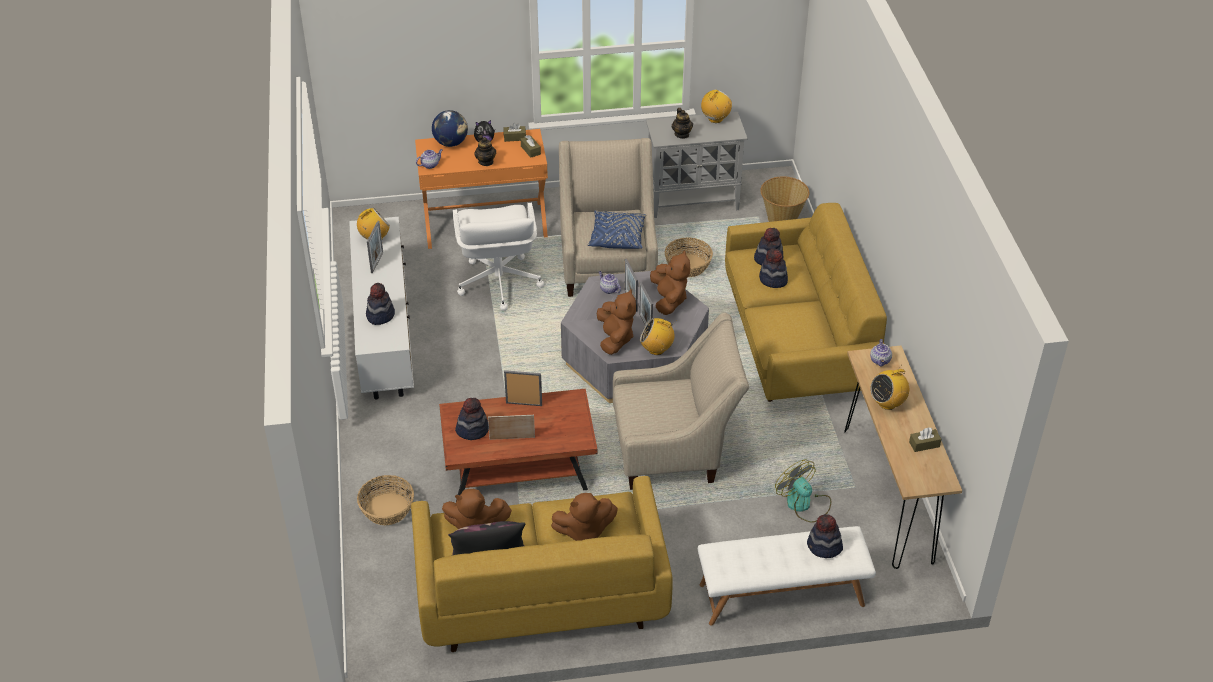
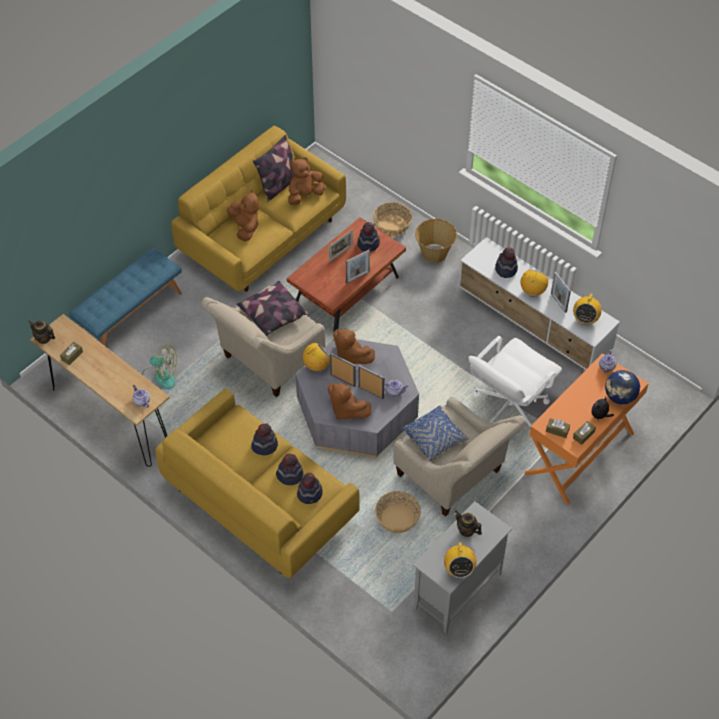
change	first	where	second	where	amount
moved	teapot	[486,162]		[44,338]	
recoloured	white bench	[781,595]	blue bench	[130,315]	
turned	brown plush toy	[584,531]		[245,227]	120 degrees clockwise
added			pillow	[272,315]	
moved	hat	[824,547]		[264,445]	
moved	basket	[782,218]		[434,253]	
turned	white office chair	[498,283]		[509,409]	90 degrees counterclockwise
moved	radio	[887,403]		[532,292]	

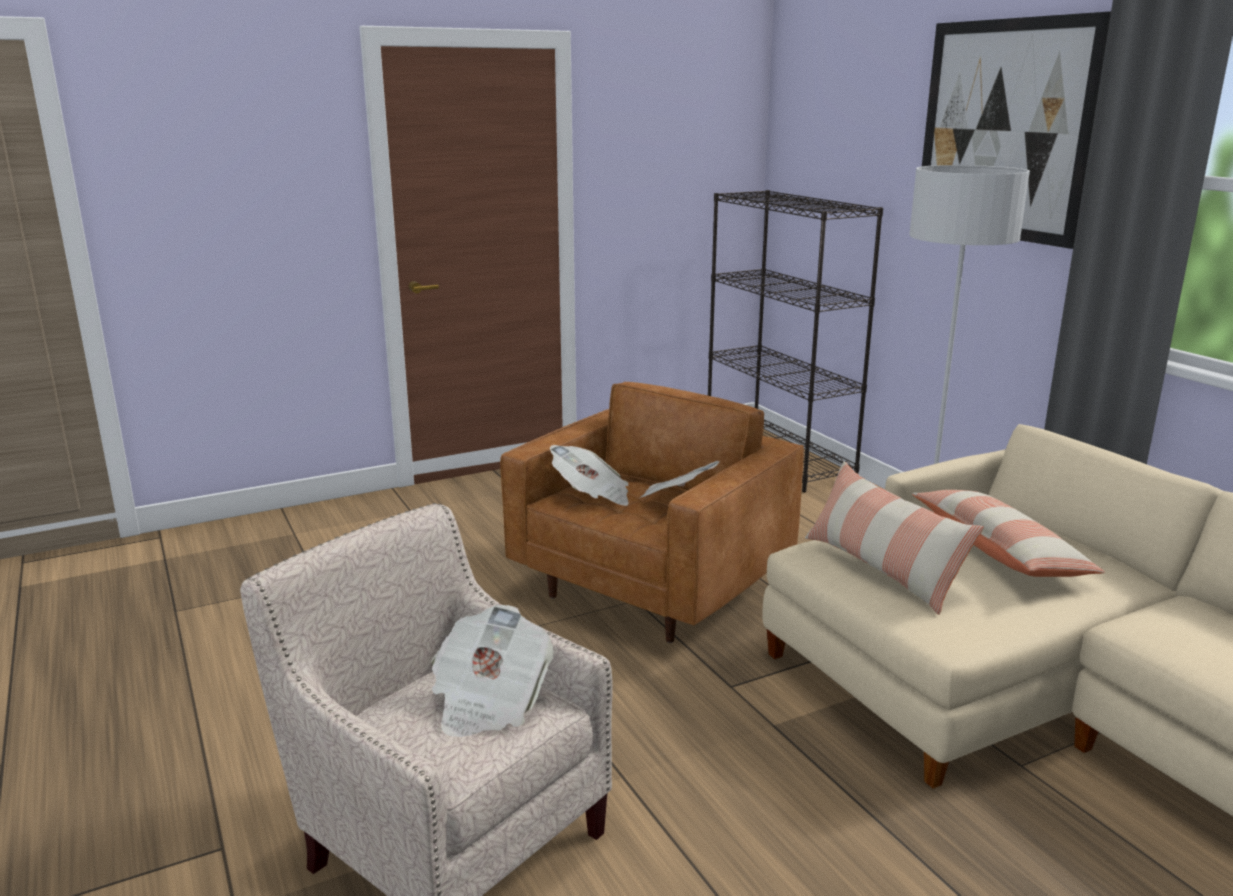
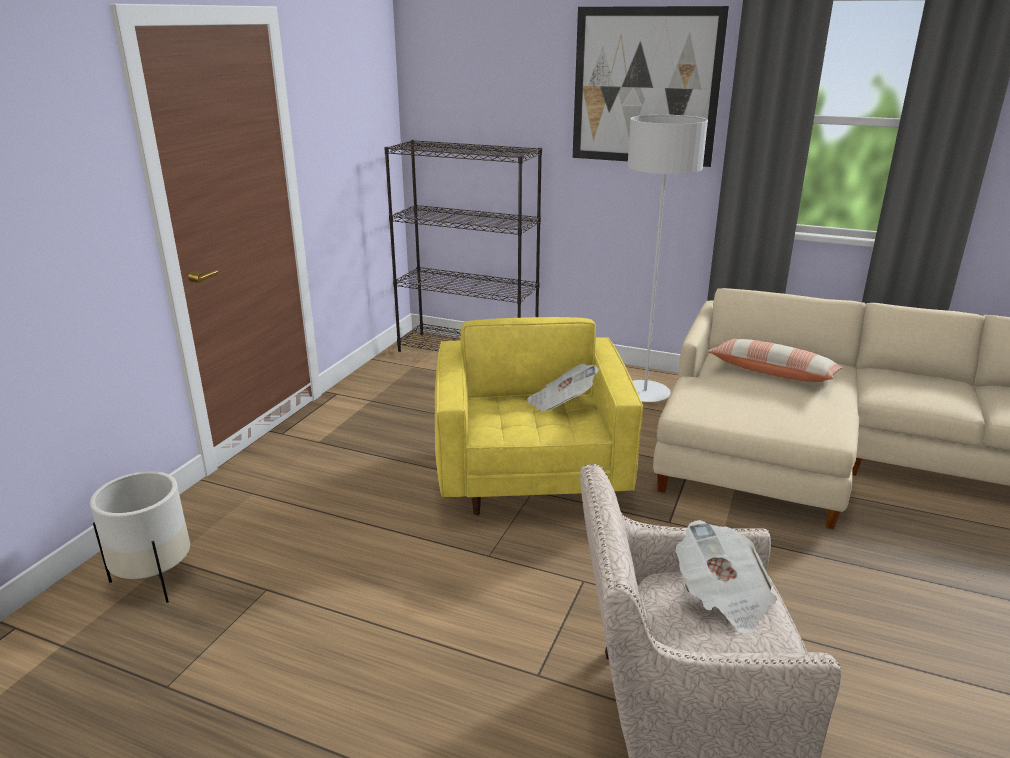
change	first	where	second	where	amount
added			white planter	[155,578]	
recoloured	brown armchair	[653,588]	yellow armchair	[531,477]	
removed	newspaper	[592,496]			
removed	pillow	[882,569]			

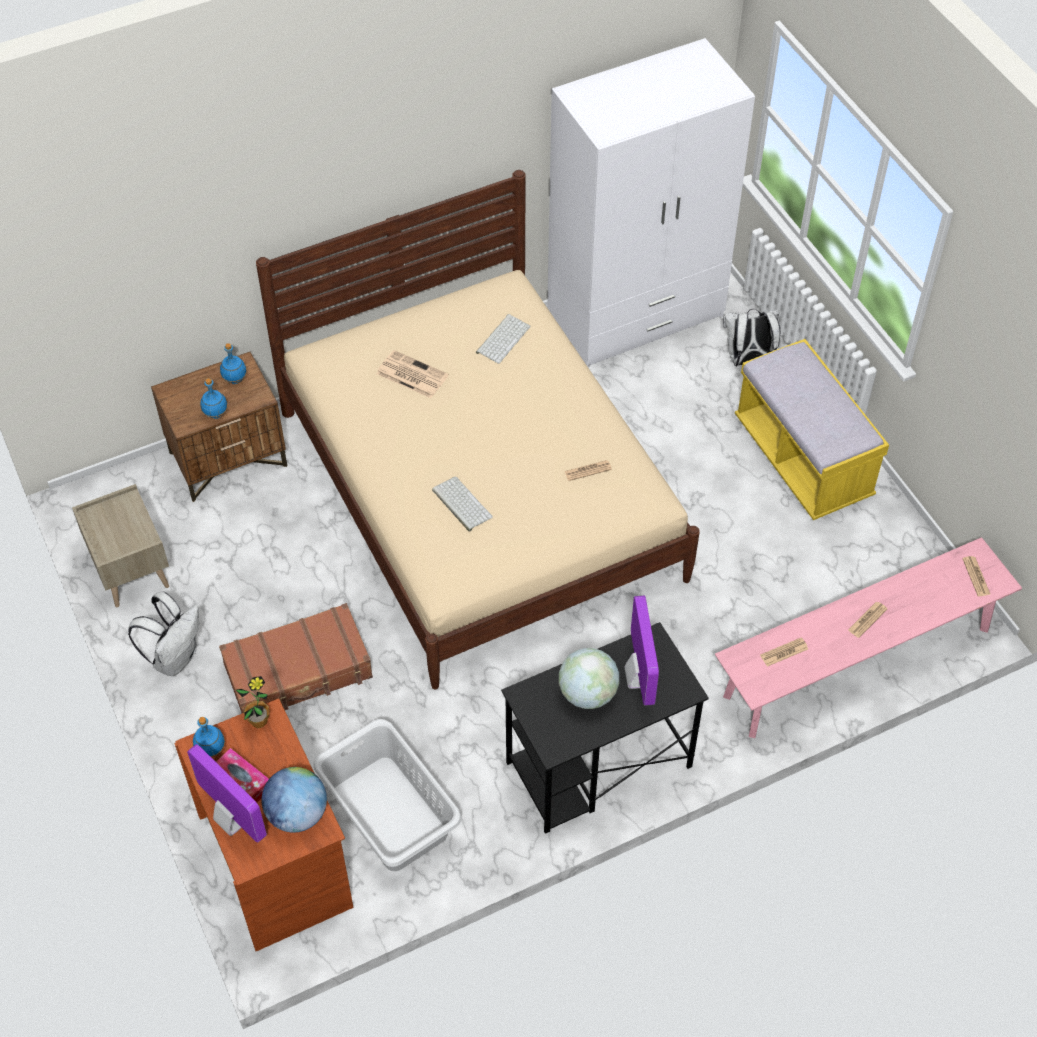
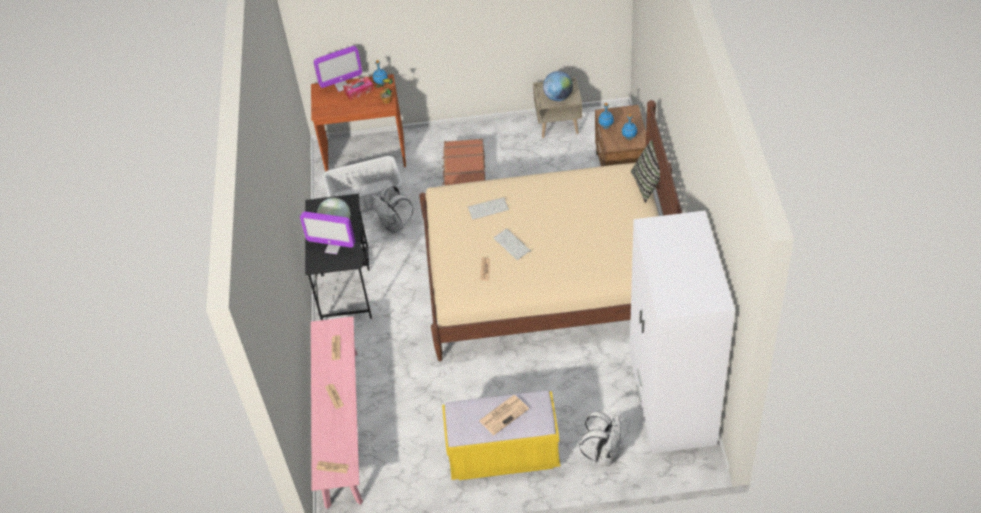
change	first	where	second	where	amount
moved	white backpack	[175,657]		[394,225]	
moved	newspaper	[411,375]		[504,414]	
moved	keyboard	[502,338]		[513,244]	
moved	globe	[297,814]		[558,97]	
added			pillow	[648,184]	

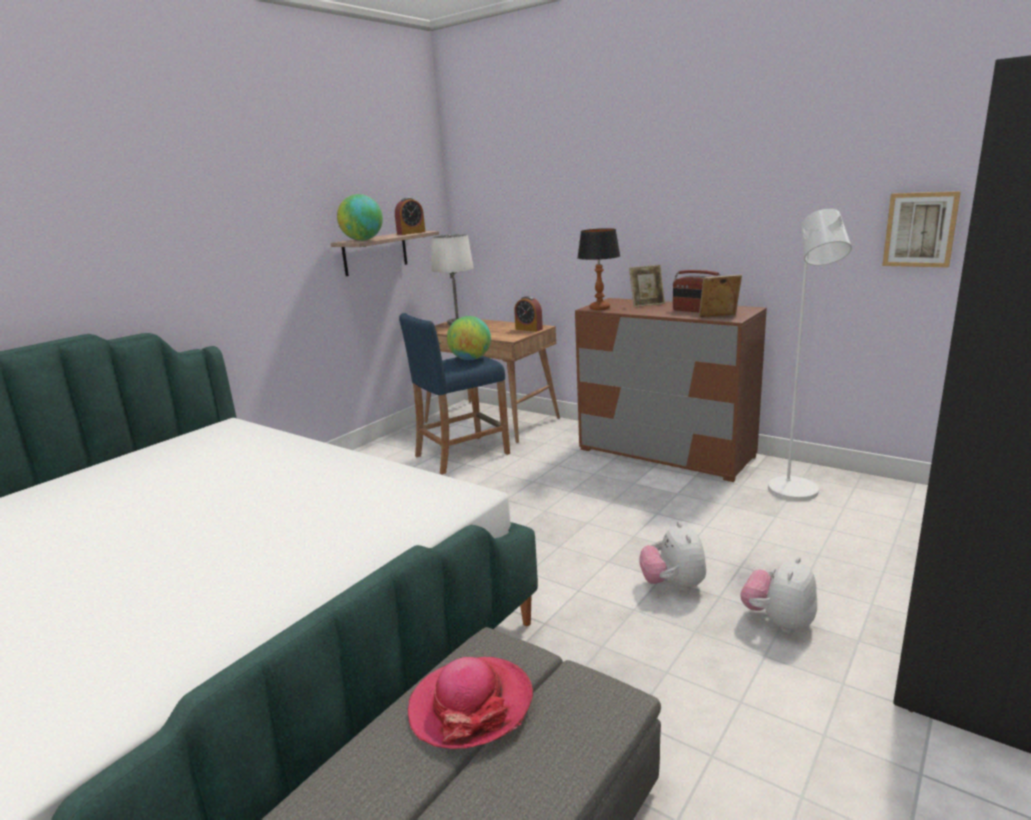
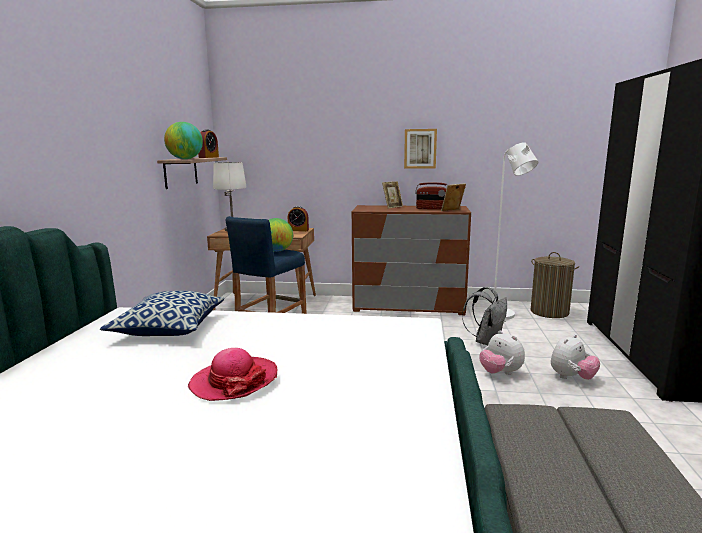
change	first	where	second	where	amount
added			pillow	[169,328]	
moved	hat	[471,705]		[234,381]	
moved	picture	[920,229]		[420,148]	
added			grey backpack	[486,341]	
added			laundry basket	[549,312]	
turned	plush toy	[778,622]		[572,378]	135 degrees counterclockwise
removed	table lamp	[600,308]			

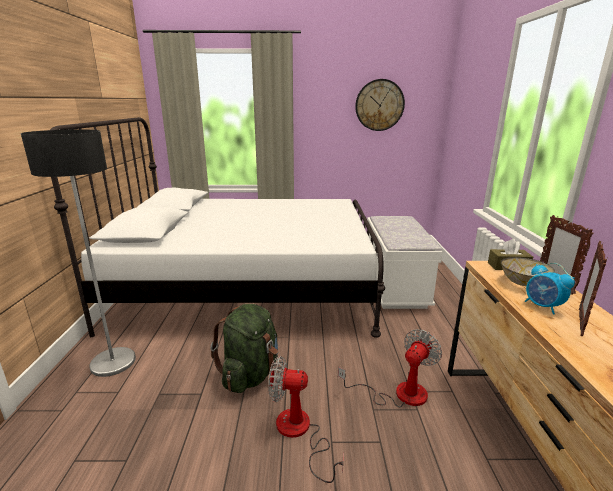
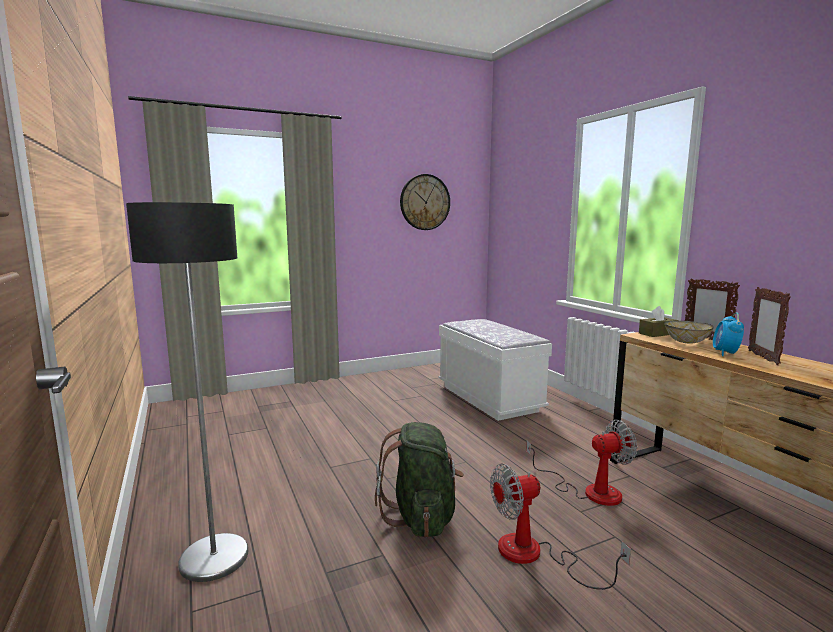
change	first	where	second	where	amount
turned	fan	[399,394]		[589,491]	60 degrees clockwise
turned	alarm clock	[542,306]		[725,353]	75 degrees clockwise
removed	white bed	[248,286]			

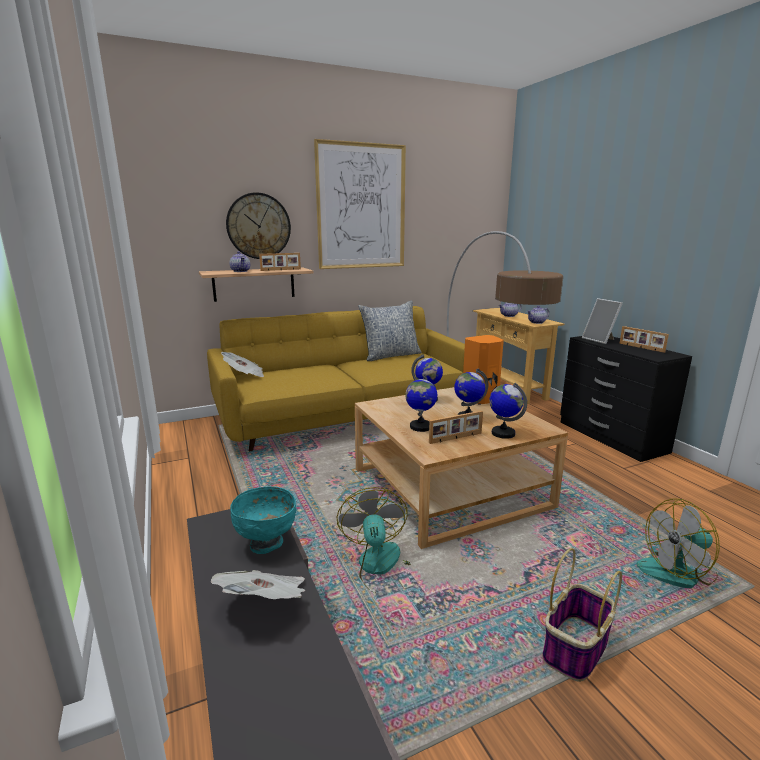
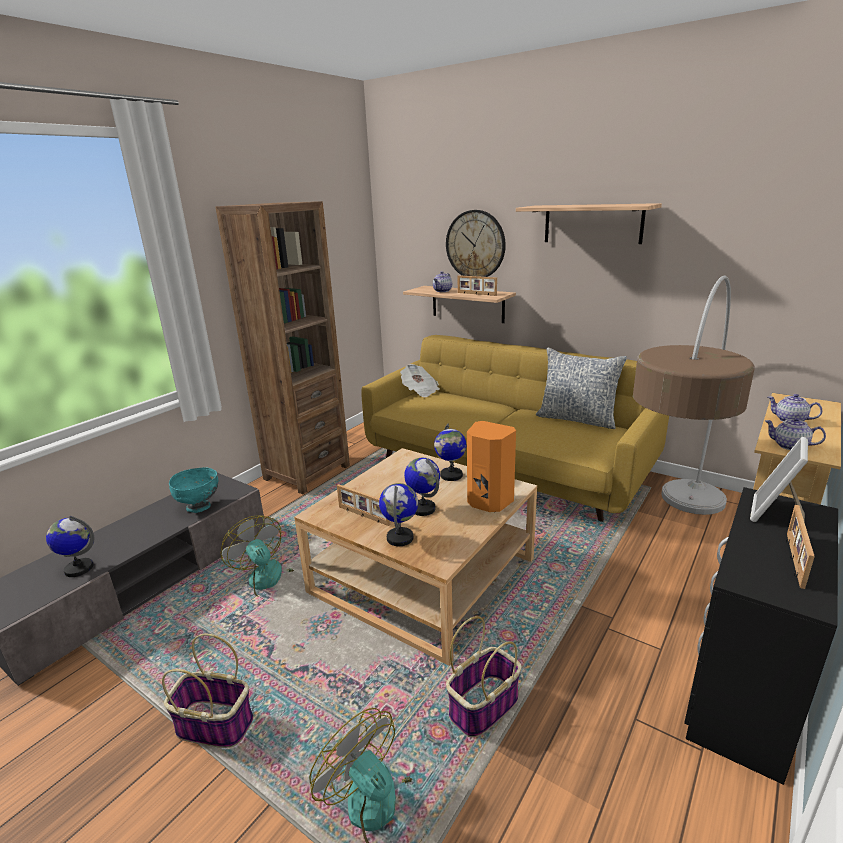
change	first	where	second	where	amount
moved	globe	[420,427]		[79,568]	
added			brown bookcase	[307,472]	
turned	fan	[382,568]		[271,582]	90 degrees counterclockwise
added			basket	[484,706]	
replaced	picture	[361,207]	shelf	[592,224]	
removed	newspaper	[266,603]			

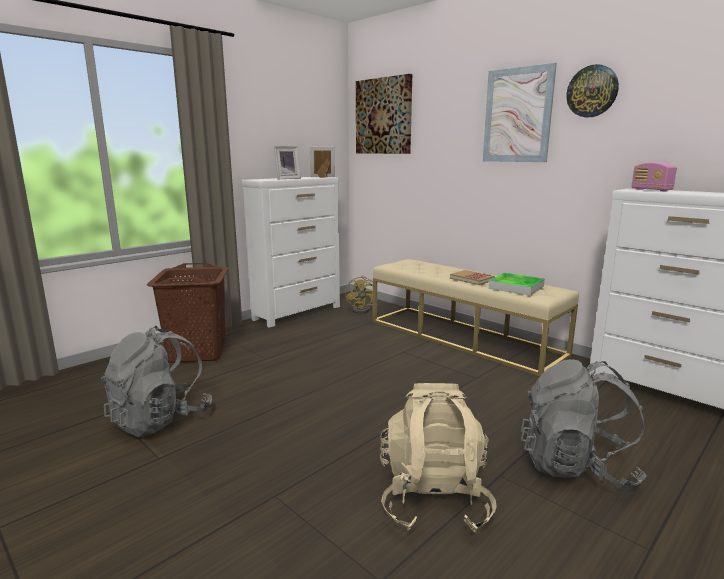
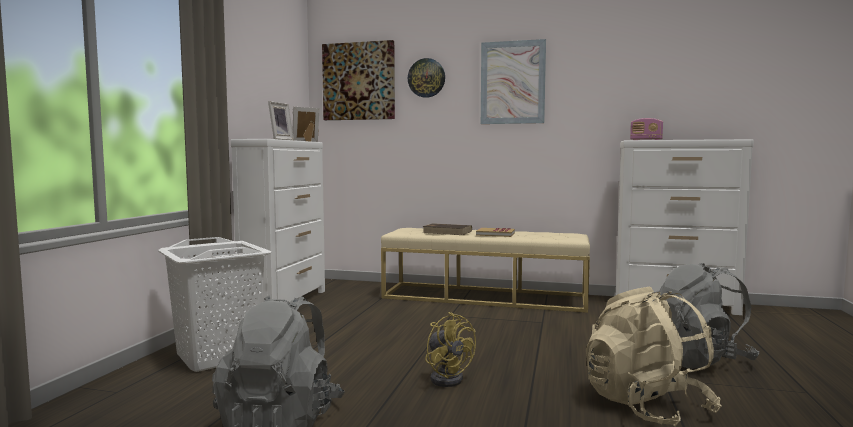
change	first	where	second	where	amount
recoloured	brown laundry basket	[198,352]	white laundry basket	[219,356]	
moved	wall clock	[592,91]		[426,78]	
added			brown book	[448,232]	
moved	yellow fan	[363,310]		[448,377]	
removed	tray	[516,287]			

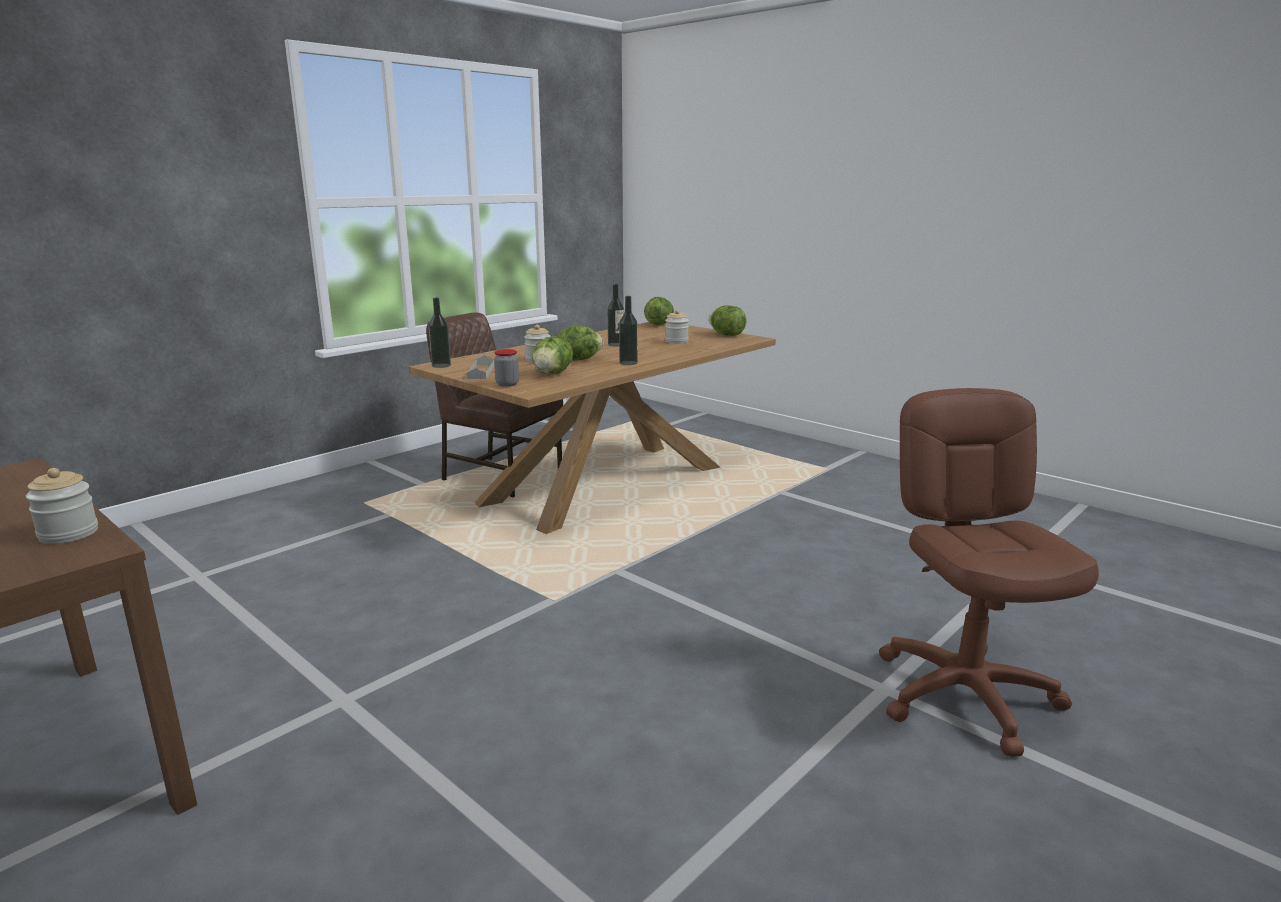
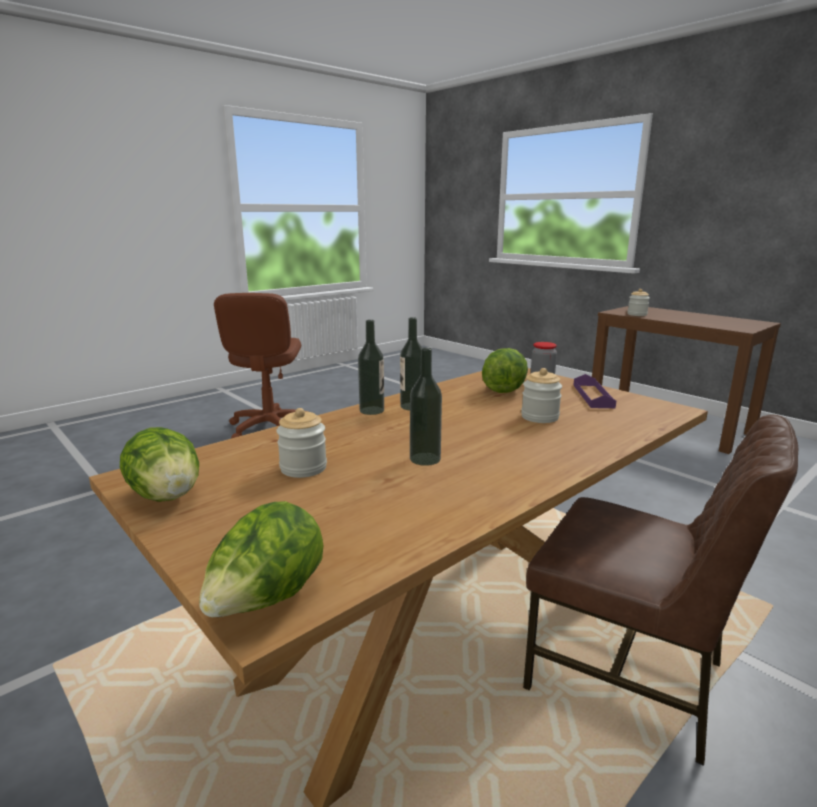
change	first	where	second	where	amount
moved	bottle	[441,365]		[372,410]	
recoloured	grey tray	[481,371]	purple tray	[593,396]	
removed	lettuce	[579,360]			

